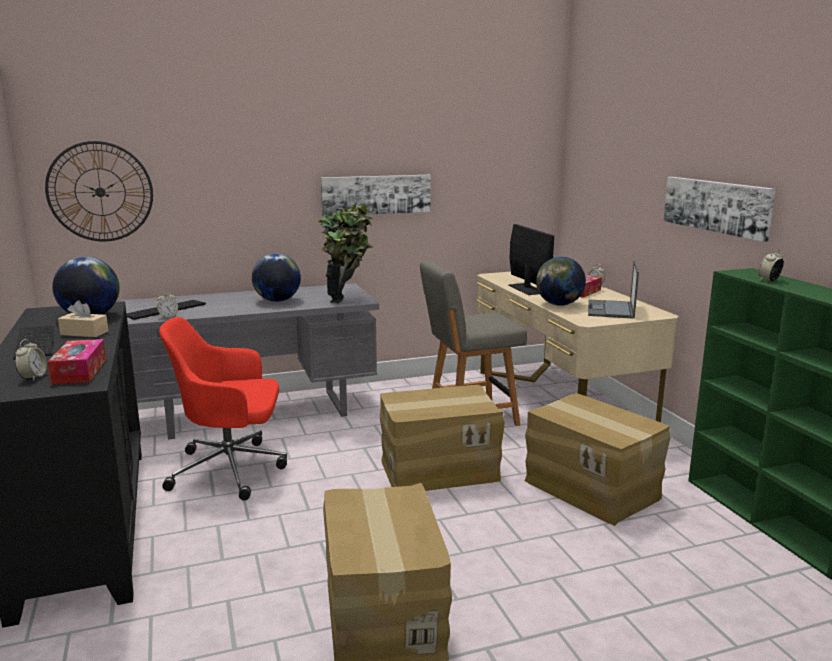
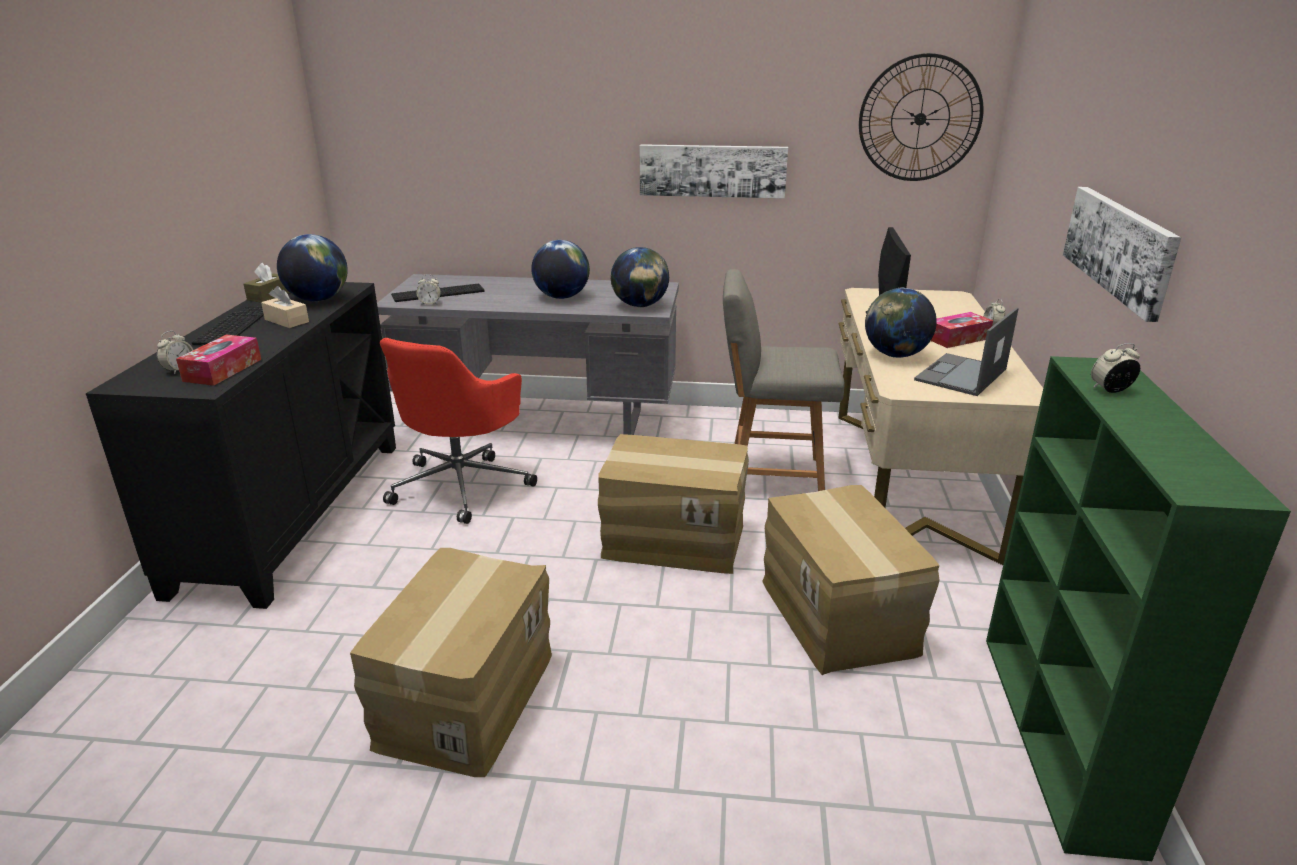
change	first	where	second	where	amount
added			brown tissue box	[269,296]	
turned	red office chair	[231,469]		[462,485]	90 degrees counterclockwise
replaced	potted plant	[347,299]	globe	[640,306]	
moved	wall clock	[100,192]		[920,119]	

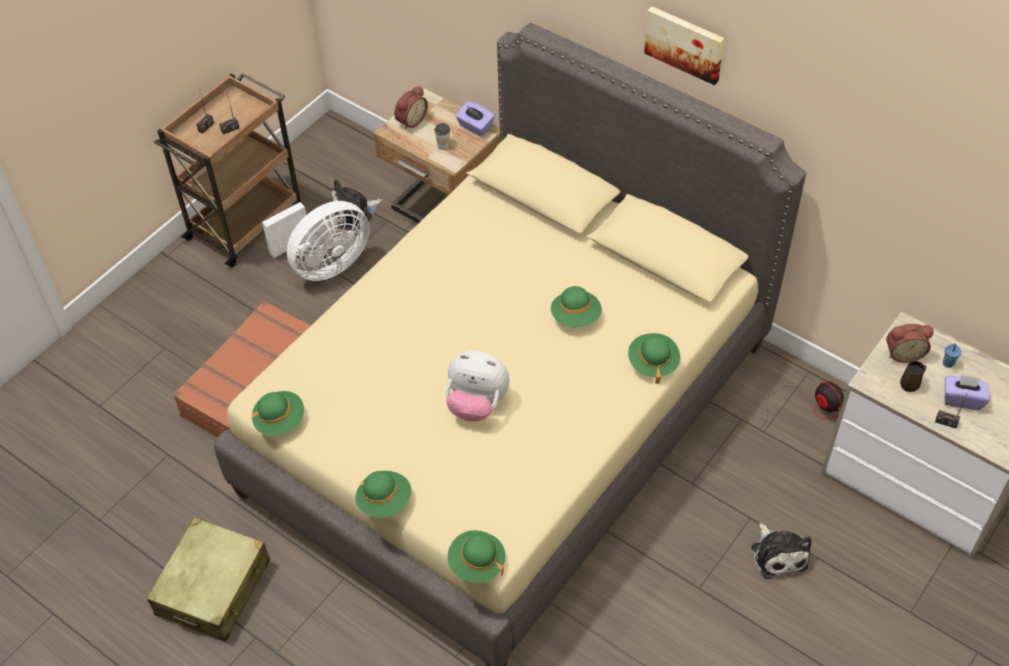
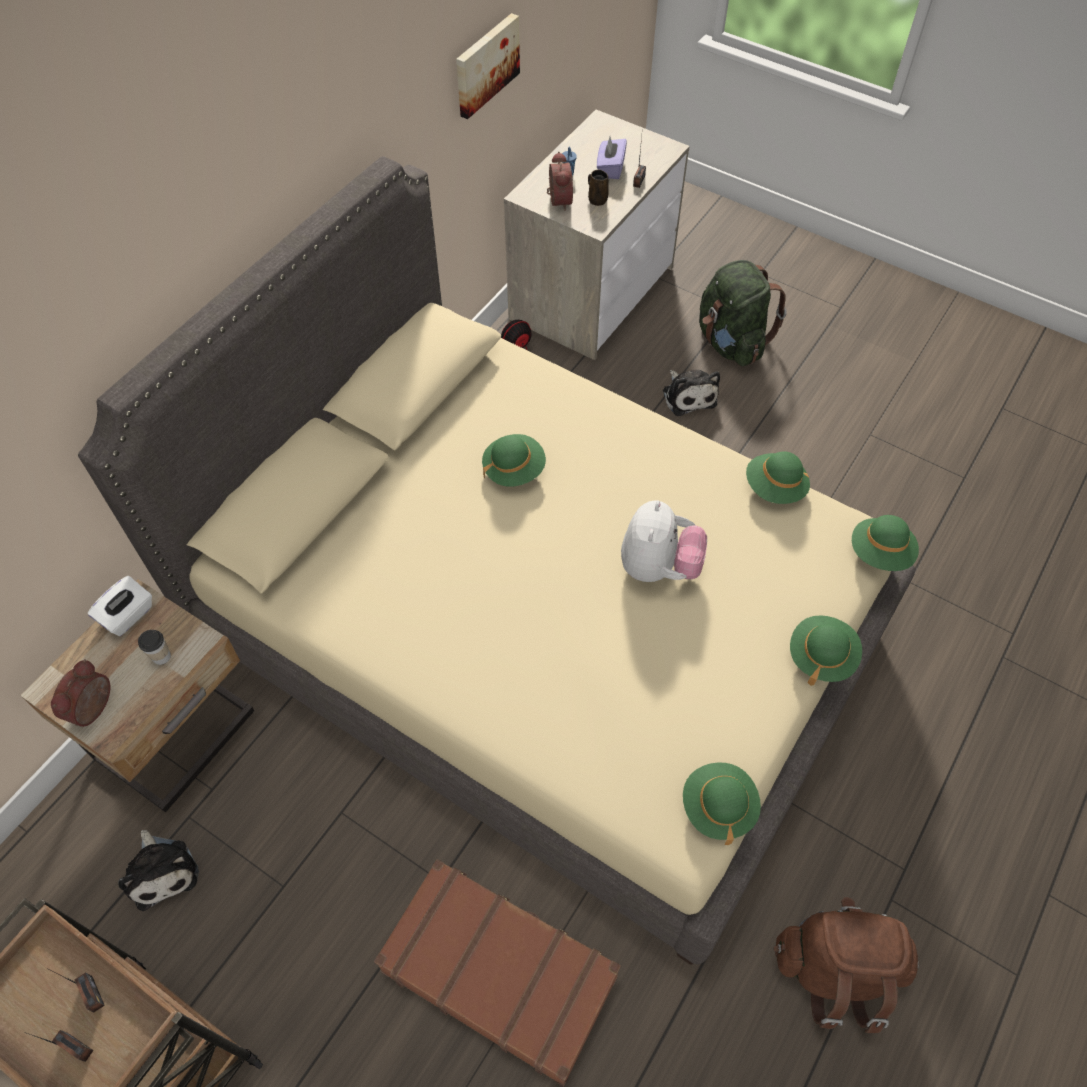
change	first	where	second	where	amount
turned	alarm clock	[410,120]		[94,708]	105 degrees counterclockwise
recoloured	purple tissue box	[475,127]	white tissue box	[128,616]	
moved	picture	[685,43]		[485,64]	
turned	plush toy	[778,554]		[688,395]	90 degrees clockwise
added			green backpack	[731,342]	
moved	green hat	[653,362]		[774,488]	
replaced	beige suitcase	[214,587]	brown backpack	[836,969]	
removed	white fan	[324,265]			

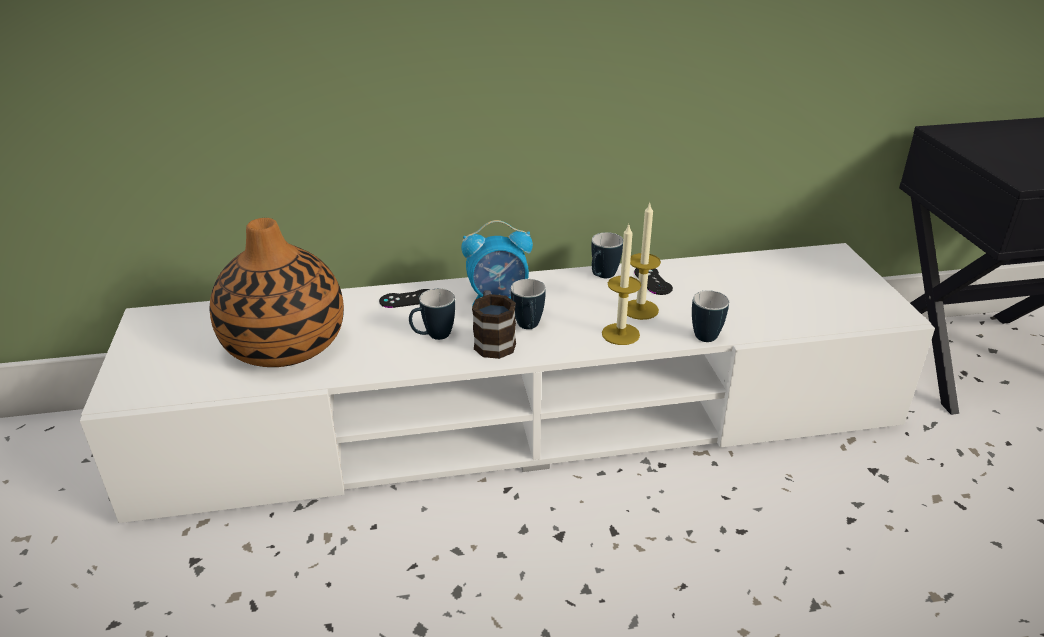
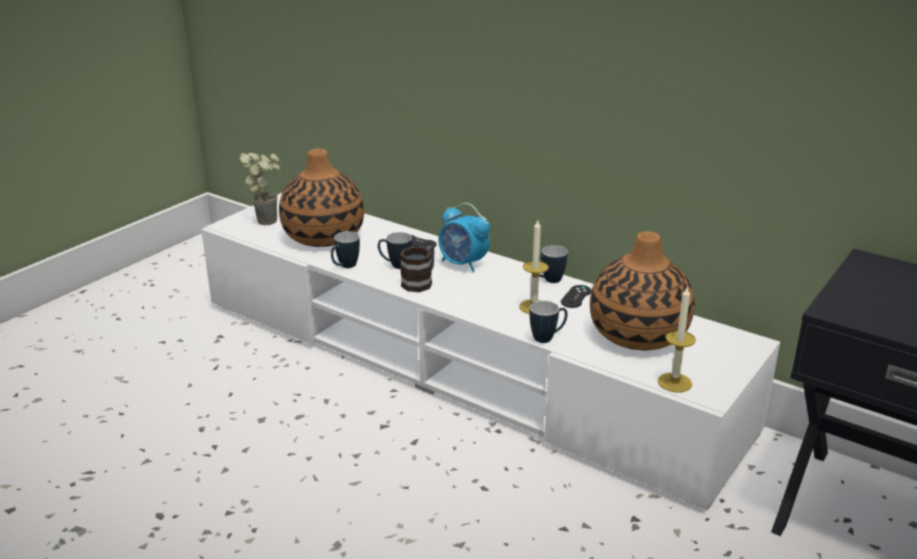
change	first	where	second	where	amount
added			potted plant	[268,219]	
moved	mug	[529,328]		[345,267]	
added			vase	[637,334]	
moved	candle	[620,334]		[674,382]	

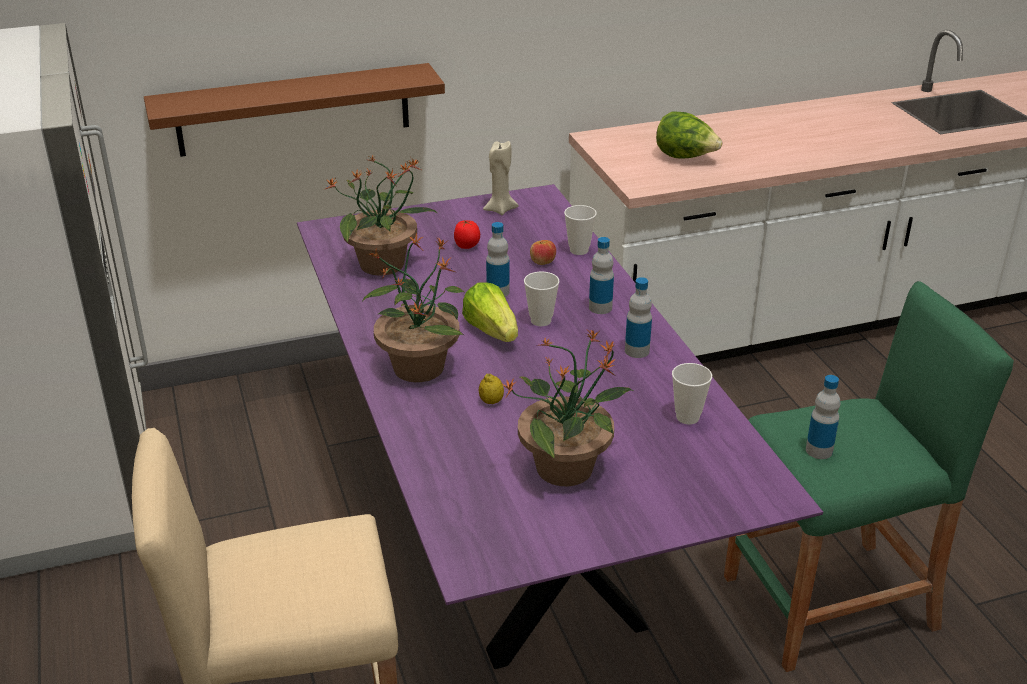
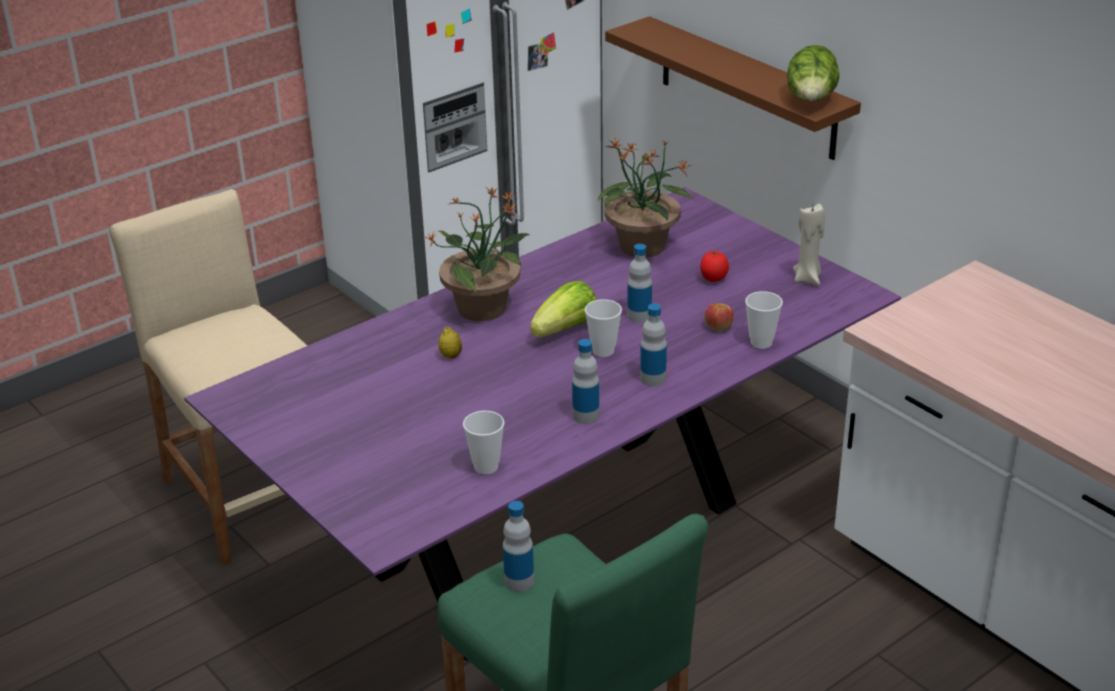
change	first	where	second	where	amount
moved	lettuce	[685,157]		[811,101]	
removed	potted plant	[566,467]			

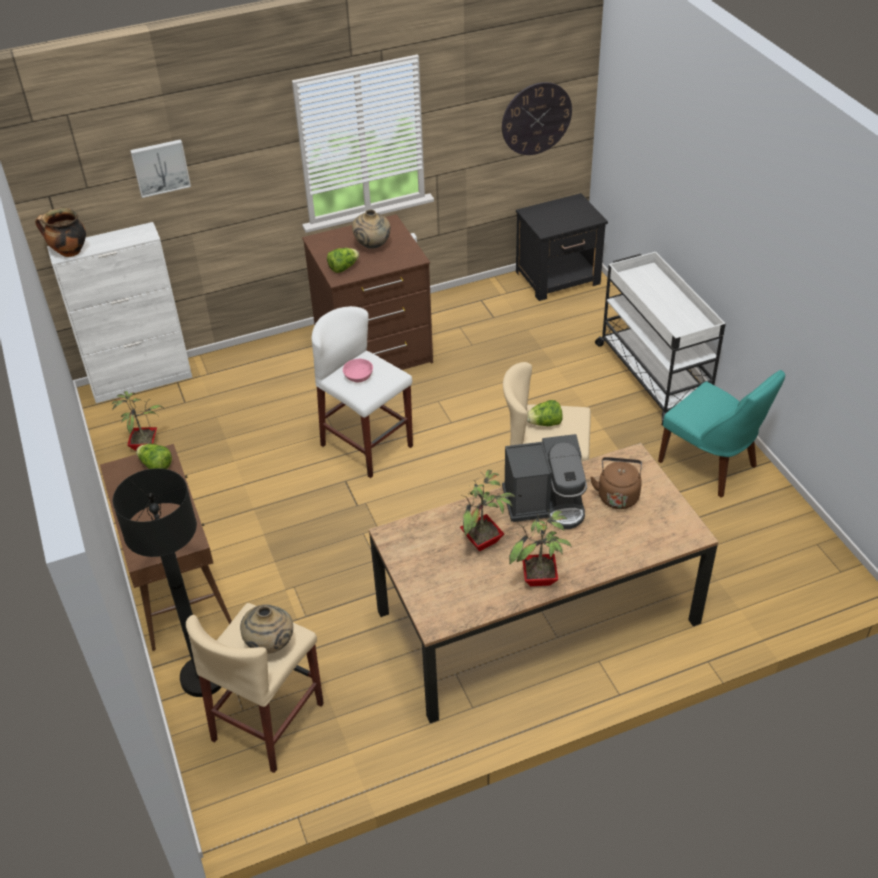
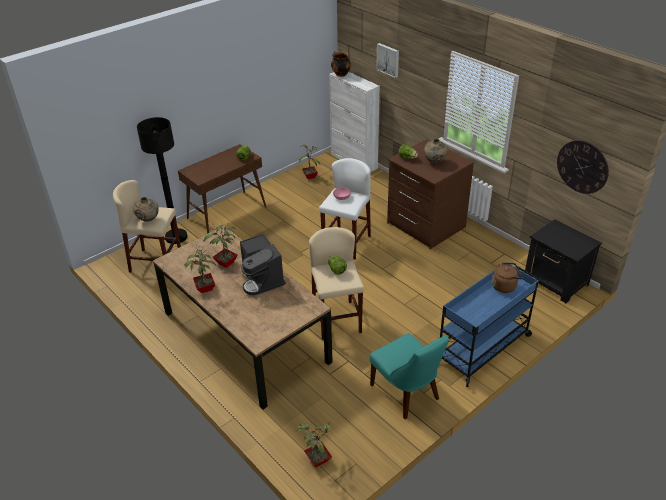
change	first	where	second	where	amount
added			potted plant	[317,459]	
turned	turquoise chair	[711,465]		[406,393]	60 degrees counterclockwise
recoloured	white cart	[653,375]	blue cart	[483,348]	
moved	brown kettle	[617,495]		[505,286]	

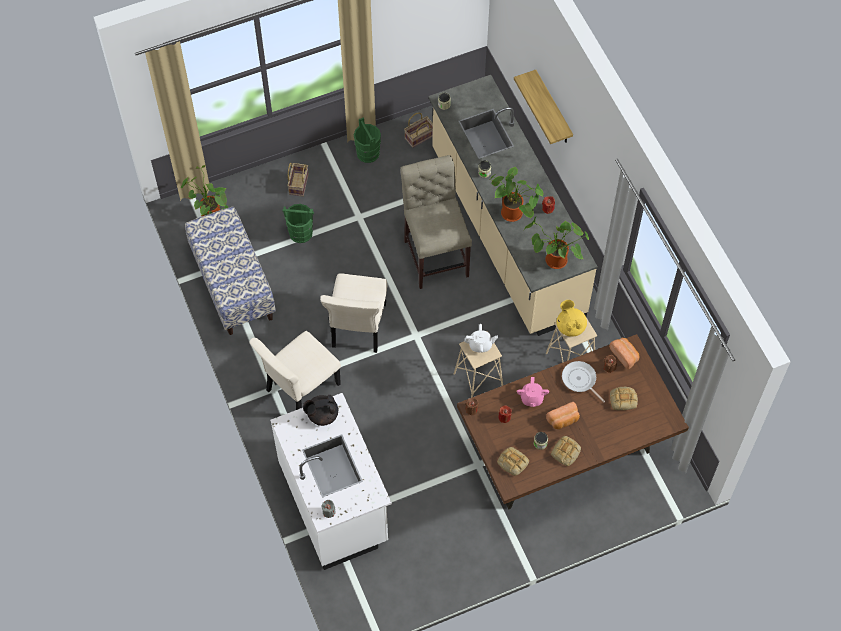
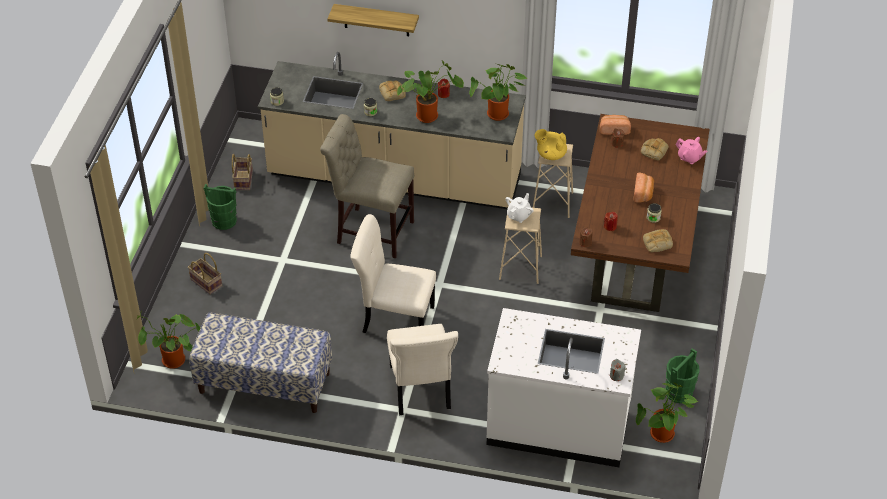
change	first	where	second	where	amount
turned	beige chair	[357,328]		[395,318]	150 degrees clockwise
moved	bread	[566,452]		[393,93]	
added			potted plant	[662,436]	
moved	green bucket	[300,233]		[678,392]	
moved	pink teapot	[531,398]		[689,158]	
removed	black teapot	[322,415]			
removed	frying pan	[580,380]			

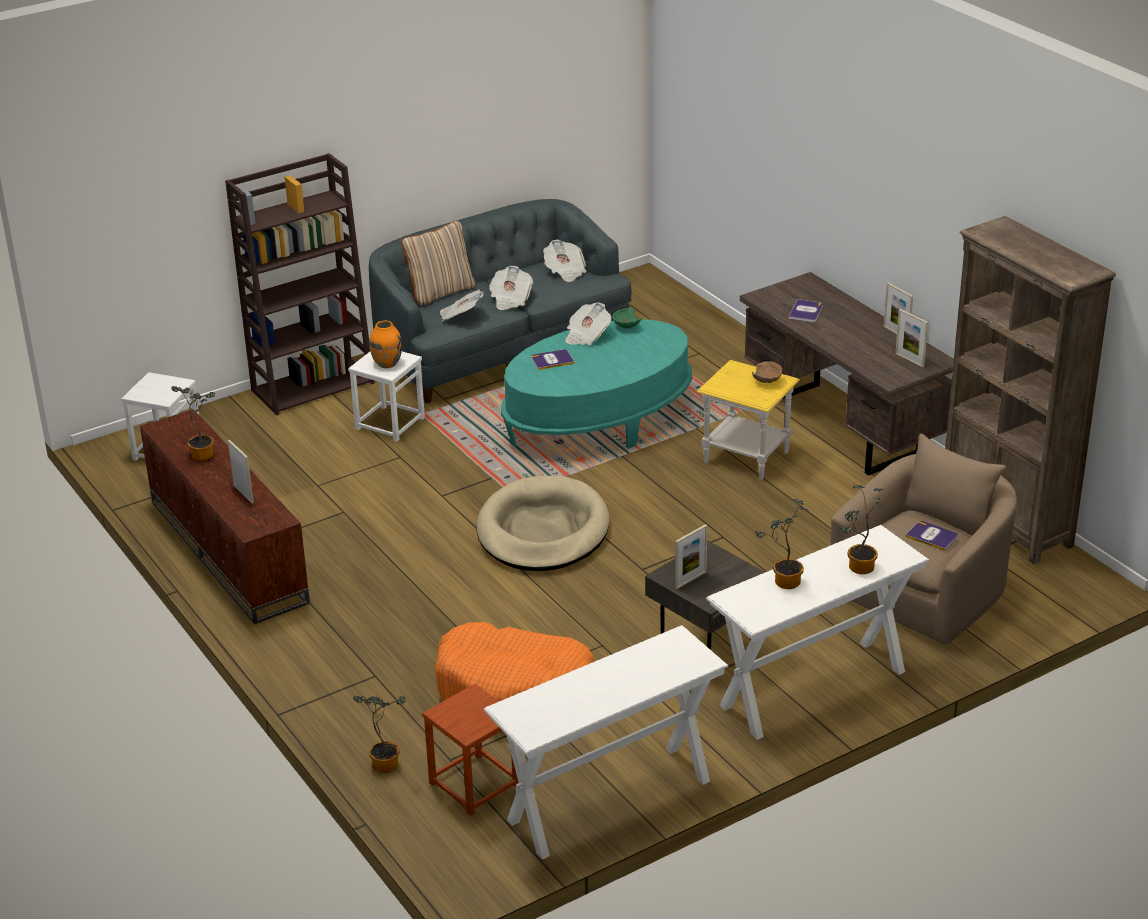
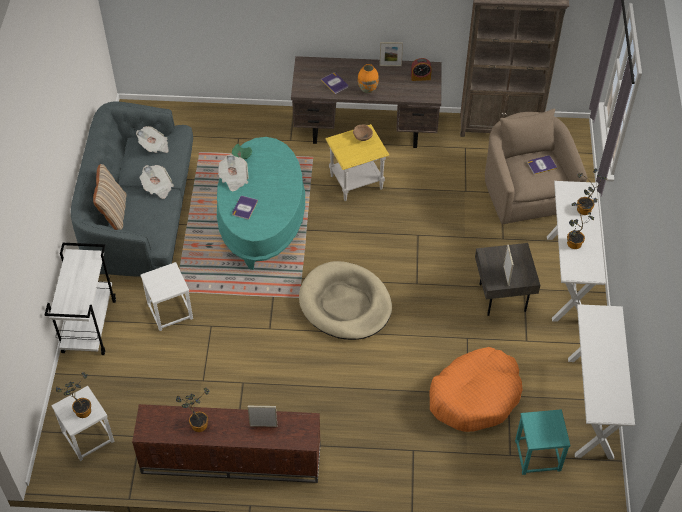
change	first	where	second	where	amount
replaced	brown bookcase	[313,386]	white cart	[89,325]	
moved	potted plant	[384,762]		[81,410]	
moved	orange vase	[386,363]		[367,89]	
replaced	picture frame	[909,360]	alarm clock	[420,77]	
recoloured	brown stool	[474,784]	turquoise stool	[537,456]	
removed	newspaper	[461,316]			

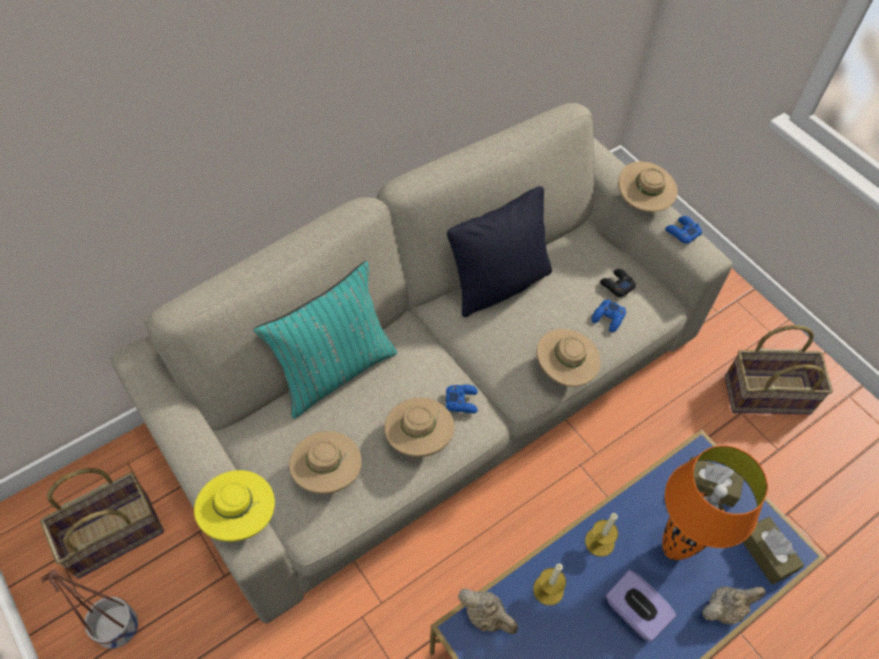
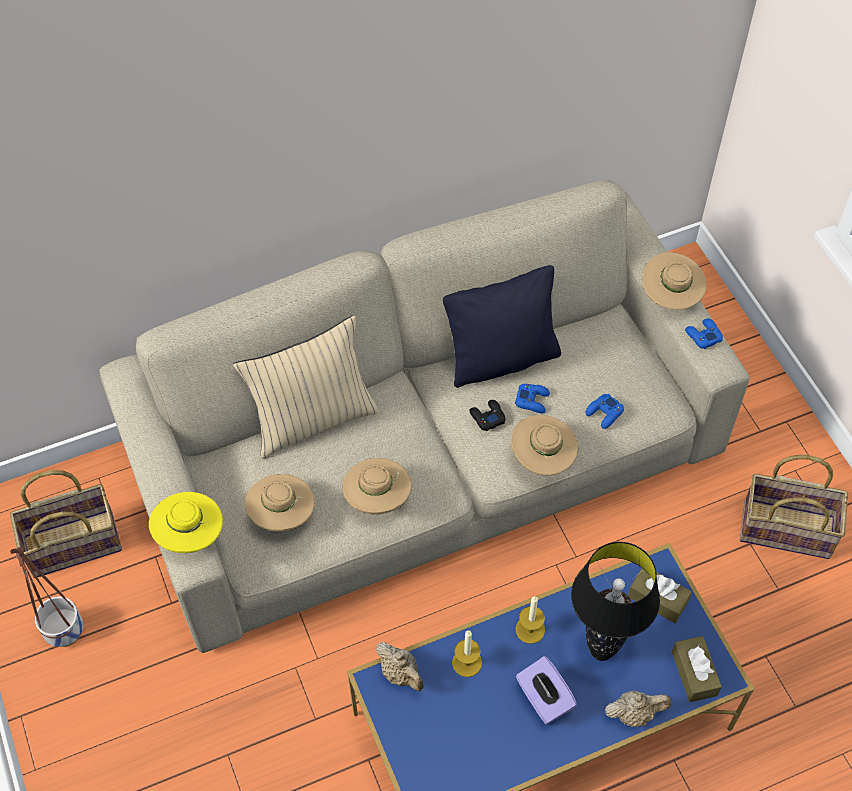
change	first	where	second	where	amount
recoloured	turquoise pillow	[335,371]	beige pillow	[312,419]	
moved	black game controller	[617,285]		[487,417]	
moved	blue game controller	[462,401]		[532,400]	
recoloured	orange table lamp	[673,549]	black table lamp	[601,650]	

